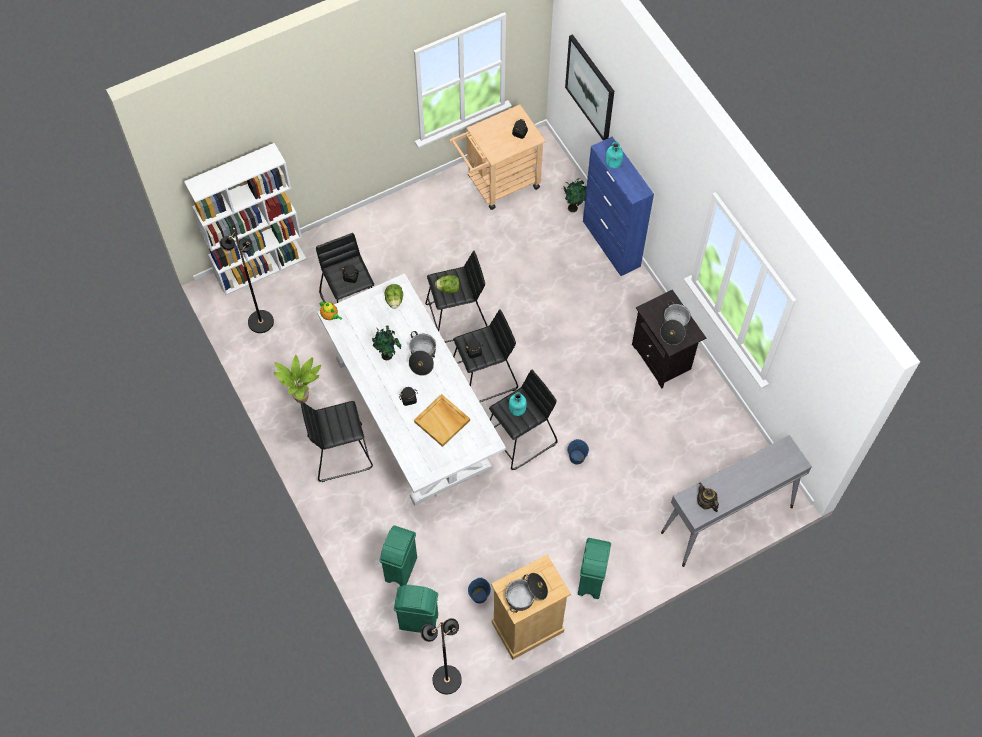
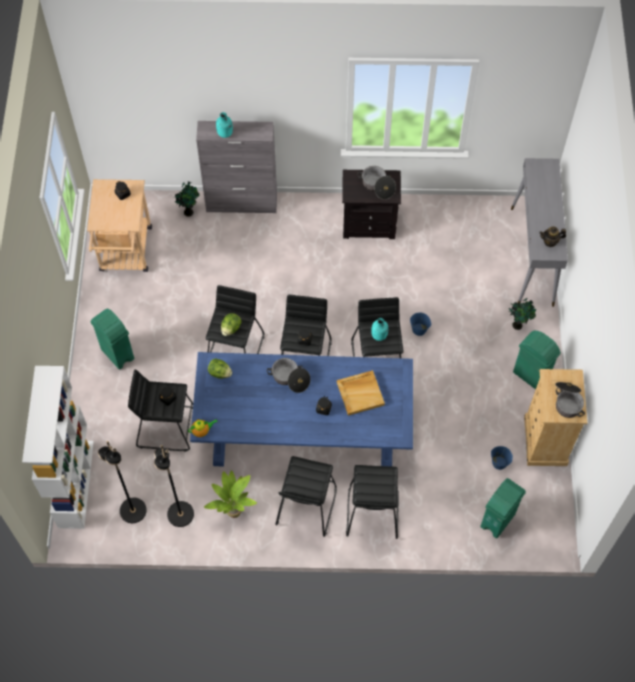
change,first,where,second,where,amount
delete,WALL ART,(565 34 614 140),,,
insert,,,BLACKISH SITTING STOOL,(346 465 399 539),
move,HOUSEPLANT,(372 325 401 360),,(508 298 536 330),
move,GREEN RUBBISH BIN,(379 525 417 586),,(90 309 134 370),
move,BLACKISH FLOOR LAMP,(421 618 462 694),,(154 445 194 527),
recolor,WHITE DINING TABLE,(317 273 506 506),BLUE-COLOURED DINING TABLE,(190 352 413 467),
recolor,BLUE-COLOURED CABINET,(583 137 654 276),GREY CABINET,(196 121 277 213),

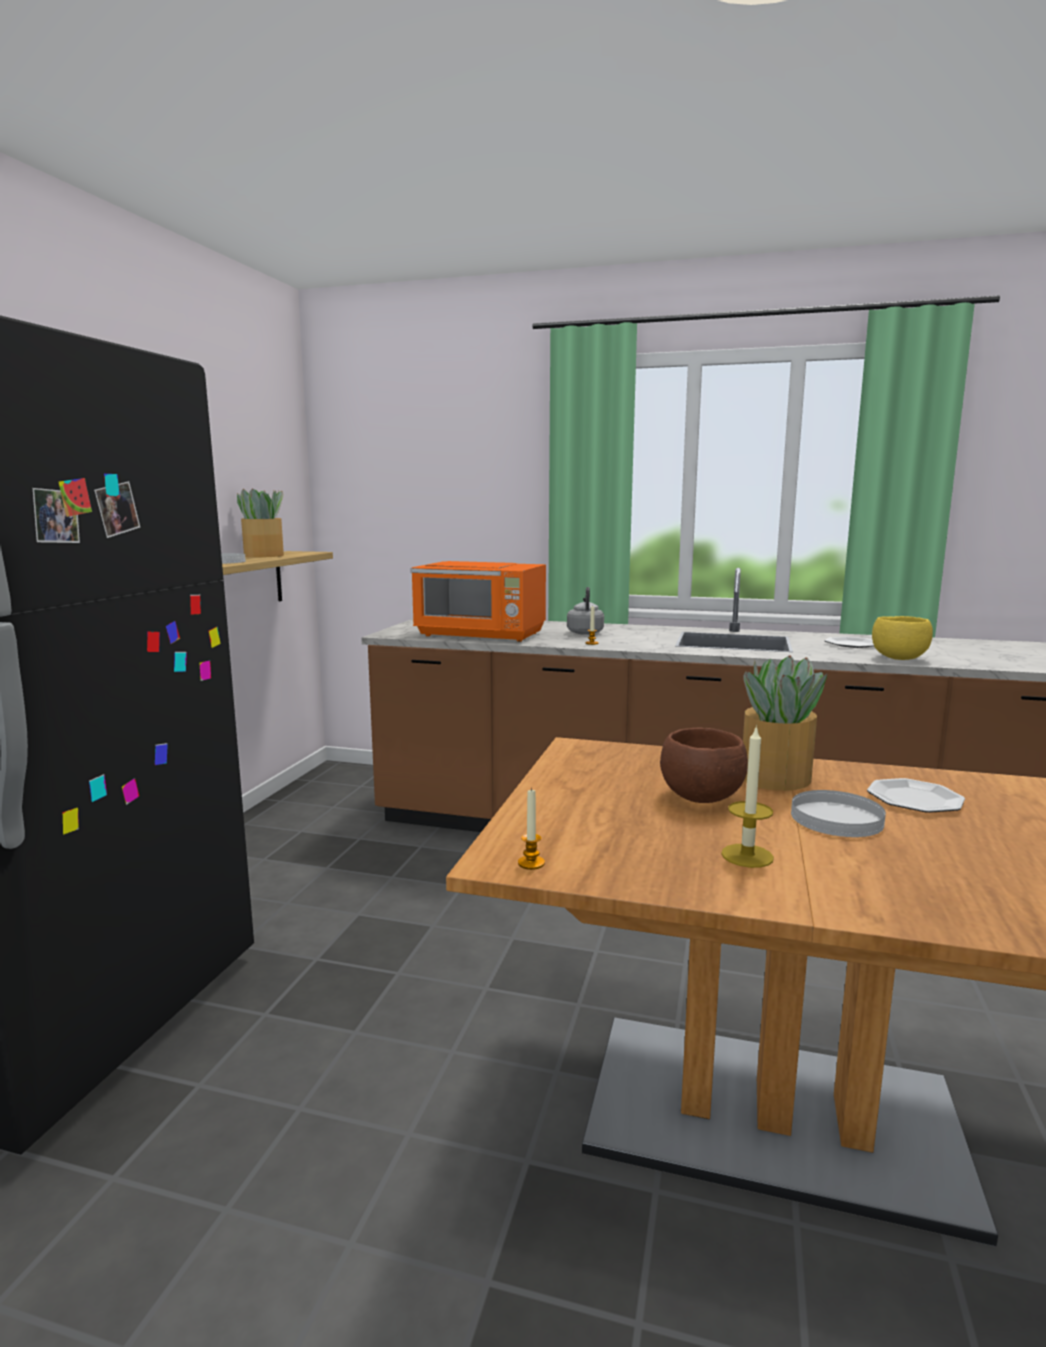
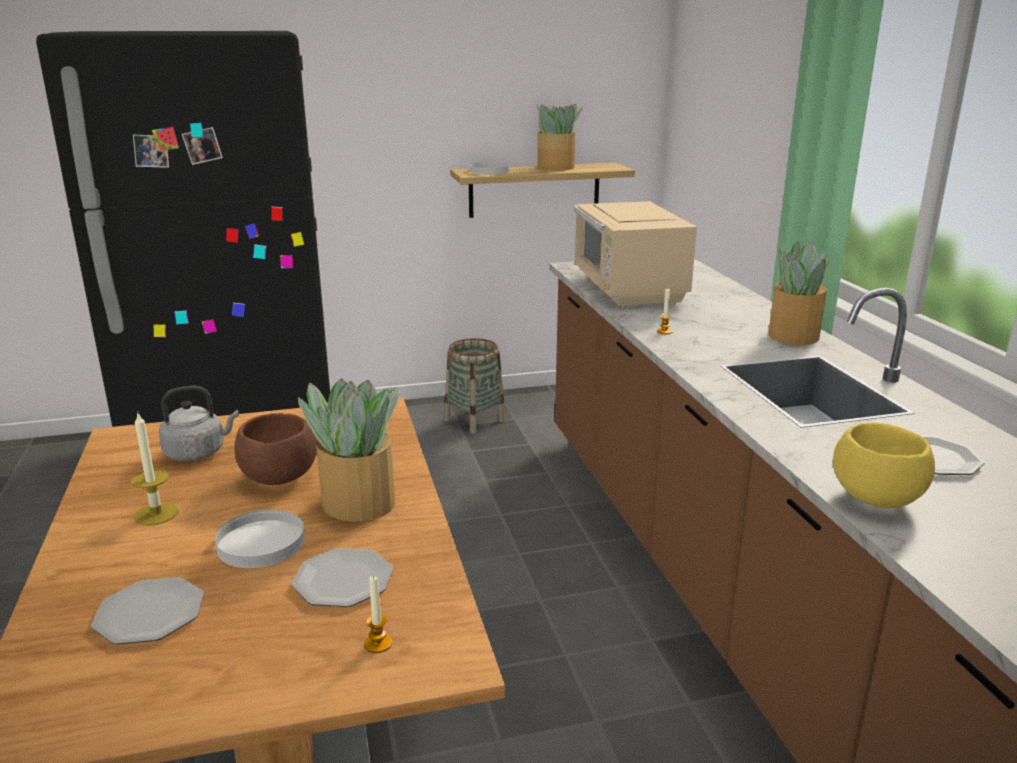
change,first,where,second,where,amount
insert,,,FLAT DISH,(91 577 204 644),
insert,,,STORAGE BASKET,(444 338 505 434),
insert,,,HOUSEPLANT,(768 241 834 345),
move,CANDLE,(518 788 545 870),,(364 575 392 653),
move,GREY KETTLE,(567 587 604 635),,(159 386 239 461),
recolor,ORANGE-COLOURED MICROWAVE OVEN,(411 561 546 642),BEIGE-COLOURED MICROWAVE OVEN,(574 201 697 308),

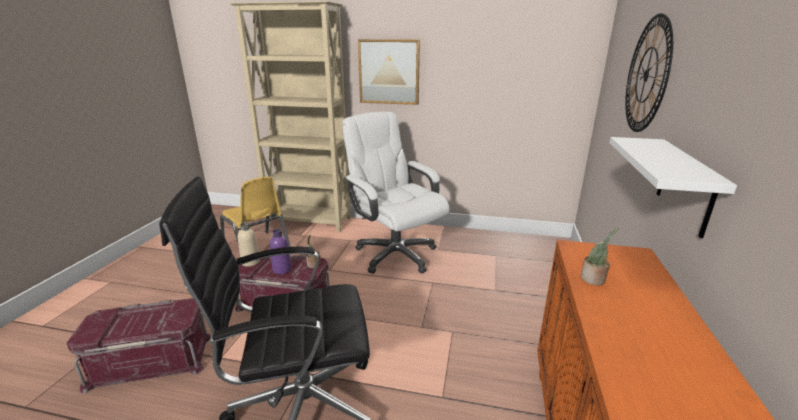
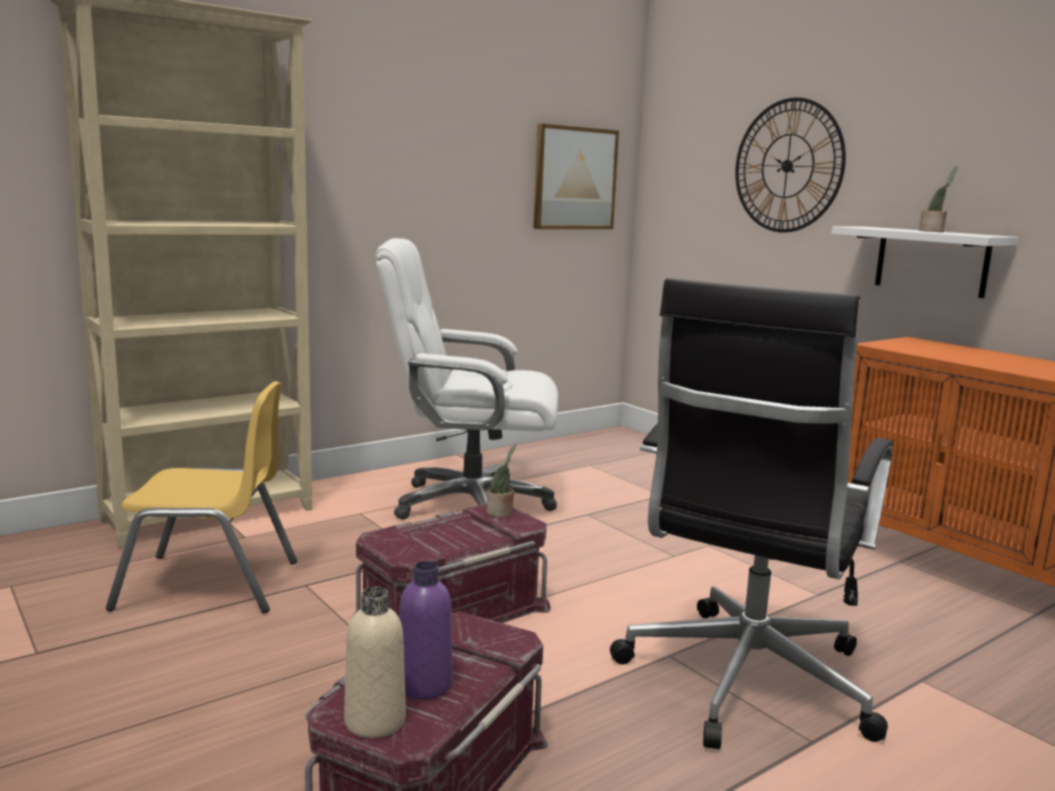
change,first,where,second,where,amount
move,BEIGE-COLOURED DRINK BOTTLE,(238 222 260 267),,(344 587 406 738),
move,PURPLISH DRINK BOTTLE,(270 229 292 274),,(399 561 453 699),
move,WALL ART,(358 39 420 105),,(533 123 619 229),
move,HOUSEPLANT,(581 227 619 285),,(919 166 958 232),

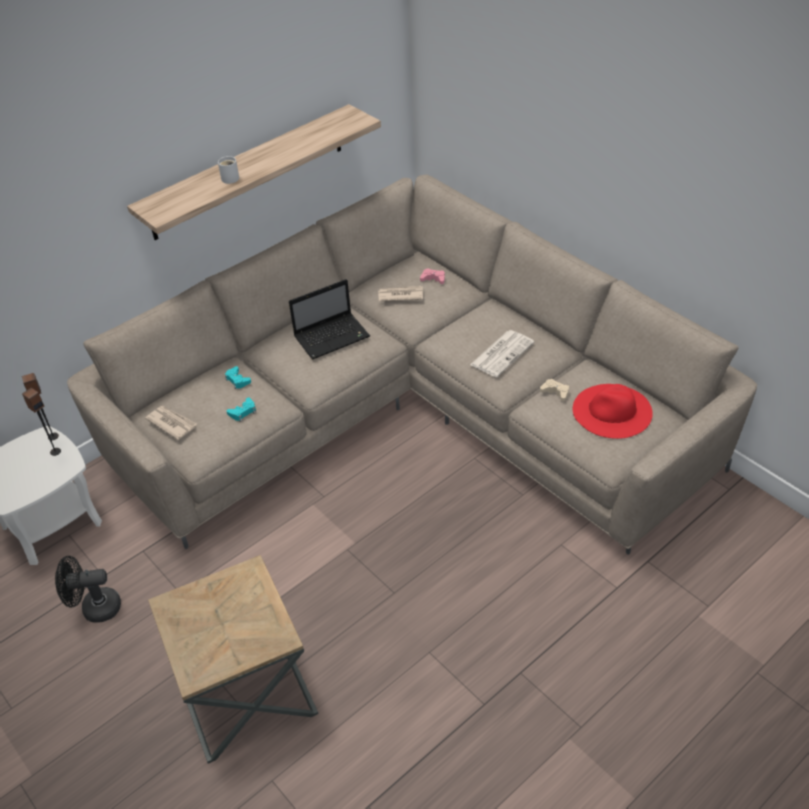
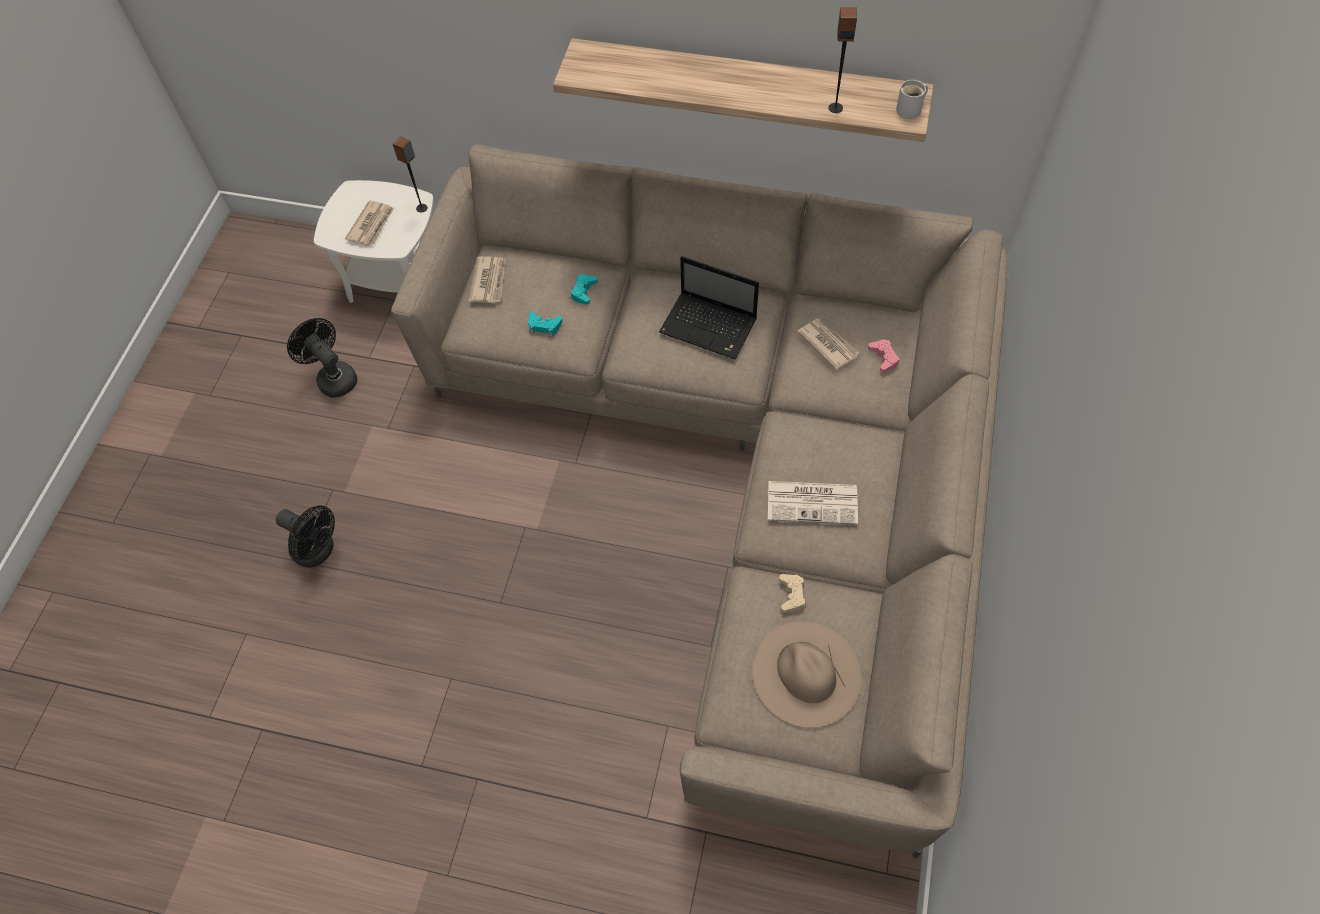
change,first,where,second,where,amount
insert,,,NEWSPAPER,(345 200 394 246),
move,AUDIO SPEAKER,(22 388 61 456),,(828 7 857 113),
move,WHITE COFFEE MUG,(218 156 239 184),,(896 80 928 119),
replace,BROWN-COLOURED ACCENT TABLE,(148 555 318 764),BLACKISH ELECTRIC FAN,(276 505 335 568),
recolor,REDDISH HAT,(573 384 653 439),BEIGE-COLOURED HAT,(752 622 861 728),

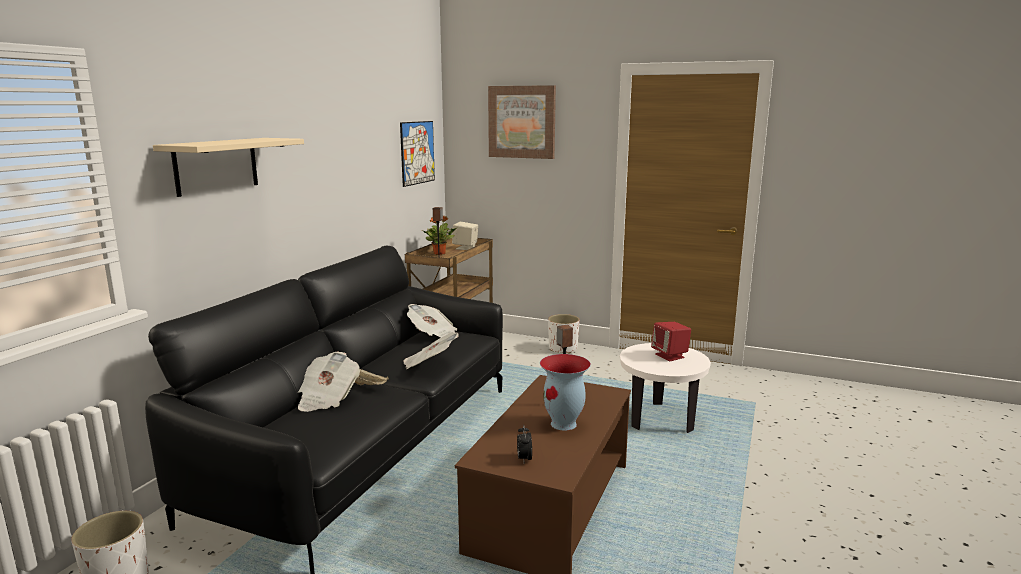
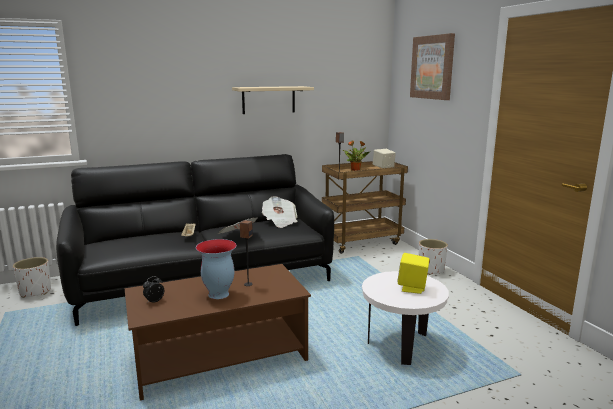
change,first,where,second,where,amount
delete,NEWSPAPER,(298 352 360 412),,,
delete,WALL ART,(400 121 435 187),,,
move,BEIGE-COLOURED WALL SHELF,(153 138 304 197),,(232 86 314 114),
recolor,REDDISH AUDIO SPEAKER,(651 322 691 361),YELLOW-COLOURED AUDIO SPEAKER,(397 253 430 294),

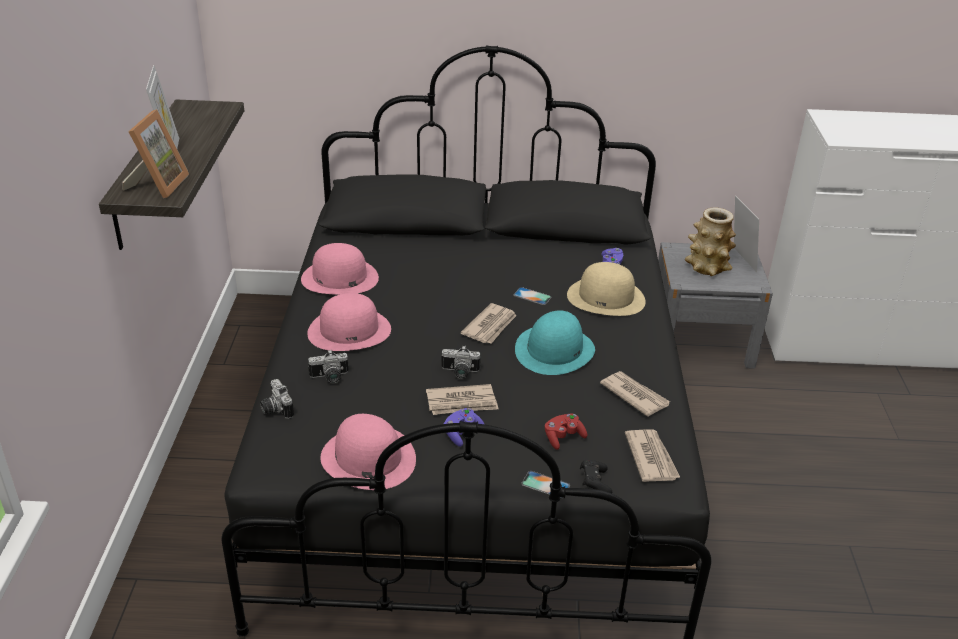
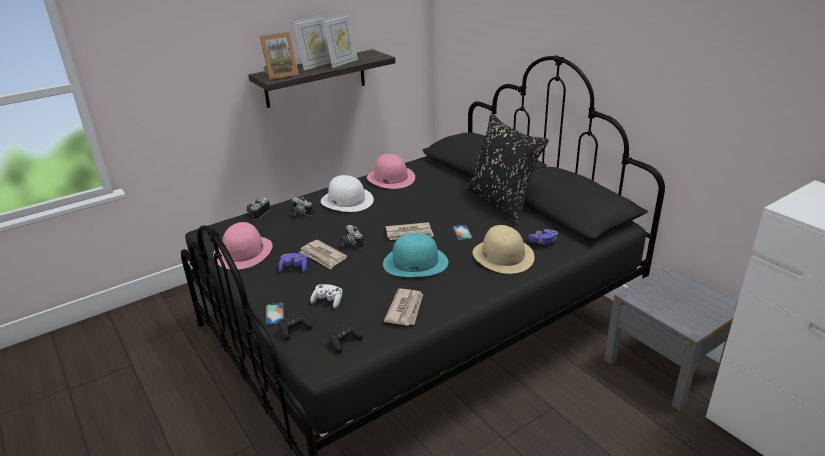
change,first,where,second,where,amount
delete,FLOWER VASE,(685 207 736 276),,,
insert,,,BLACKISH CUSHION,(466 113 549 225),
move,PHOTO FRAME,(734 196 759 272),,(322 12 358 68),
replace,NEWSPAPER,(625 430 681 482),BLACKISH GAMEPAD,(329 323 363 353),
recolor,PINKISH HAT,(307 293 391 351),WHITE HAT,(321 175 374 212),
recolor,REDDISH GAMEPAD,(545 413 587 450),WHITE GAMEPAD,(310 284 343 309),

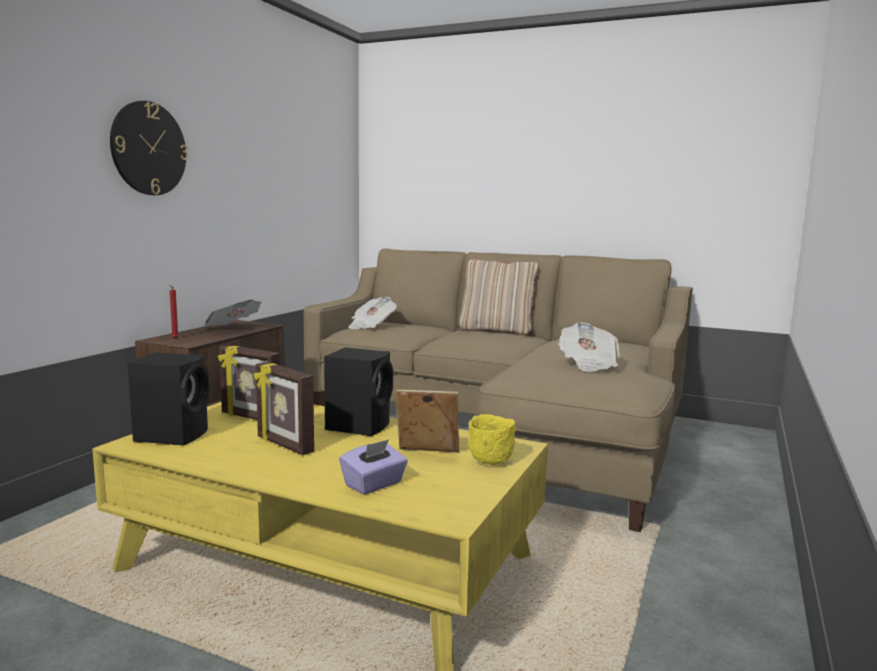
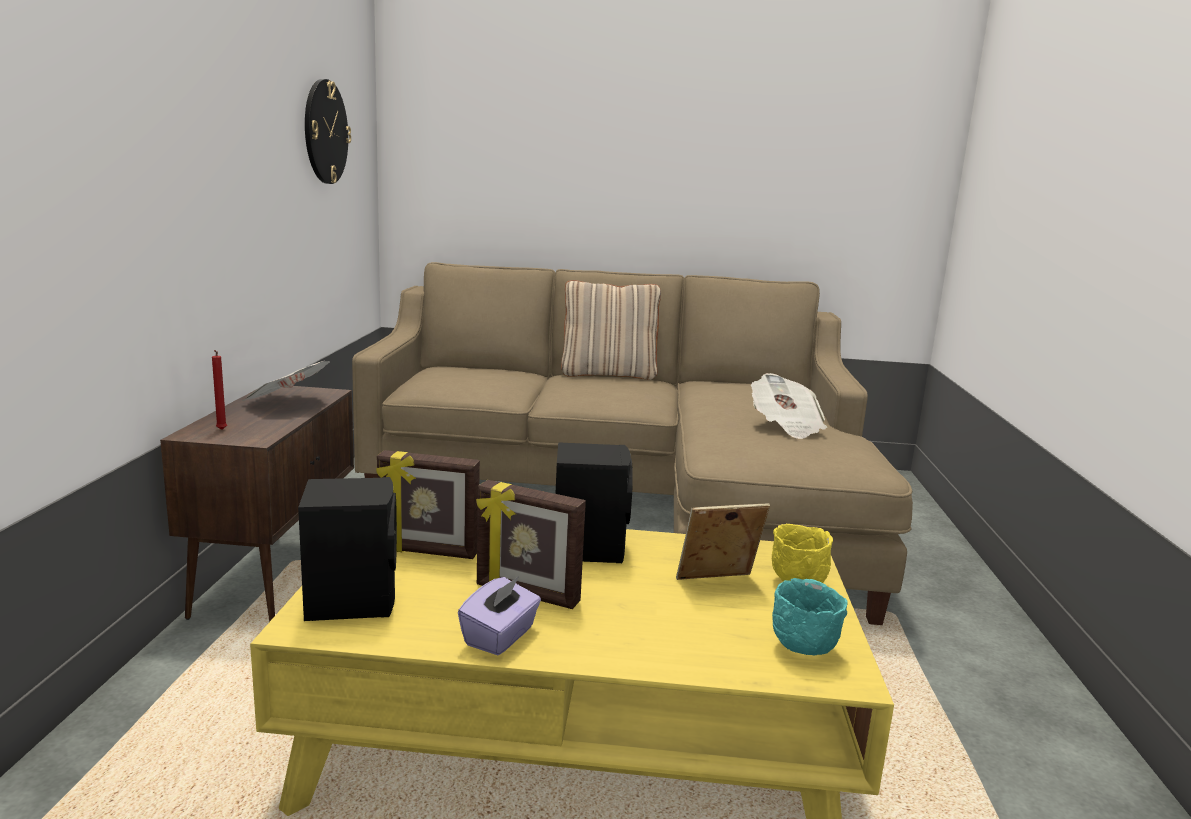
change,first,where,second,where,amount
delete,NEWSPAPER,(348 297 397 329),,,
insert,,,TURQUOISE SERVING BOWL,(772 578 848 656),
move,CLOCK ON THE WALL,(110 101 188 195),,(305 79 351 184),
move,PURPLISH BOX OF TISSUES,(339 439 408 495),,(458 576 541 655),

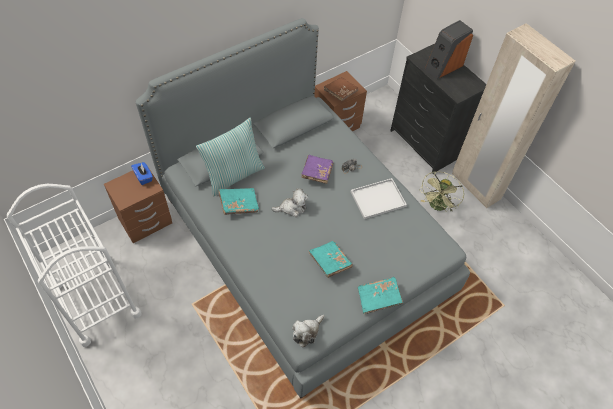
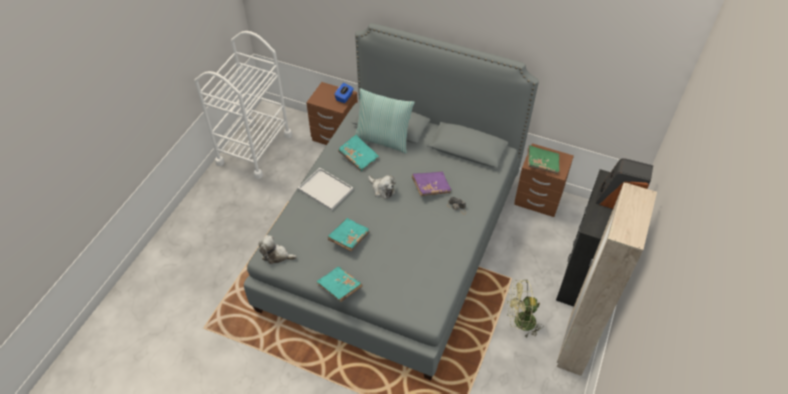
change,first,where,second,where,amount
move,WHITE TRAY,(351 178 407 219),,(298 168 353 211),
recolor,BROWN-COLOURED BOUND BOOK,(324 77 358 101),GREEN BOUND BOOK,(528 145 560 174),

